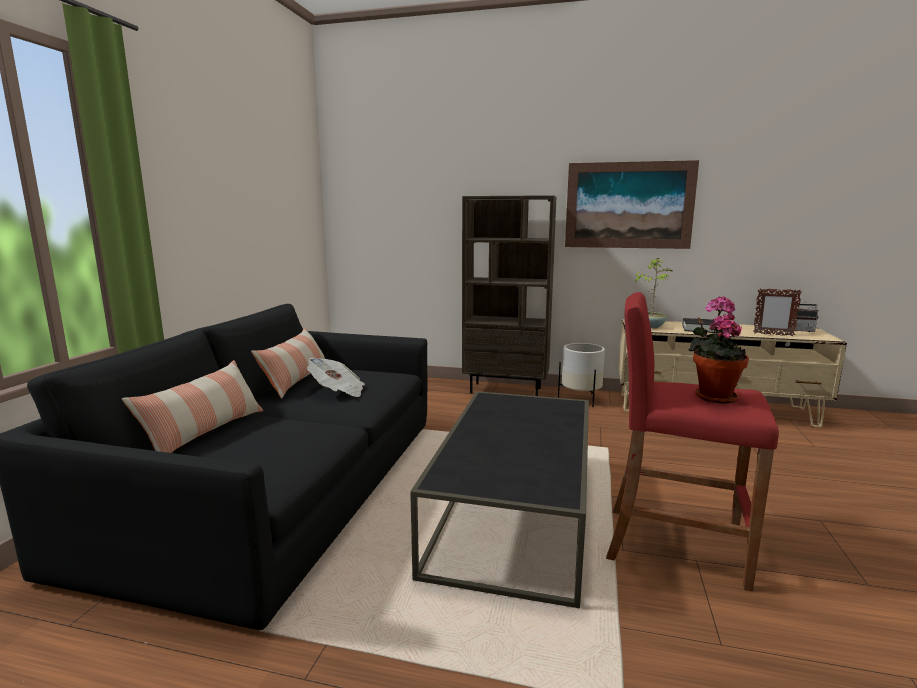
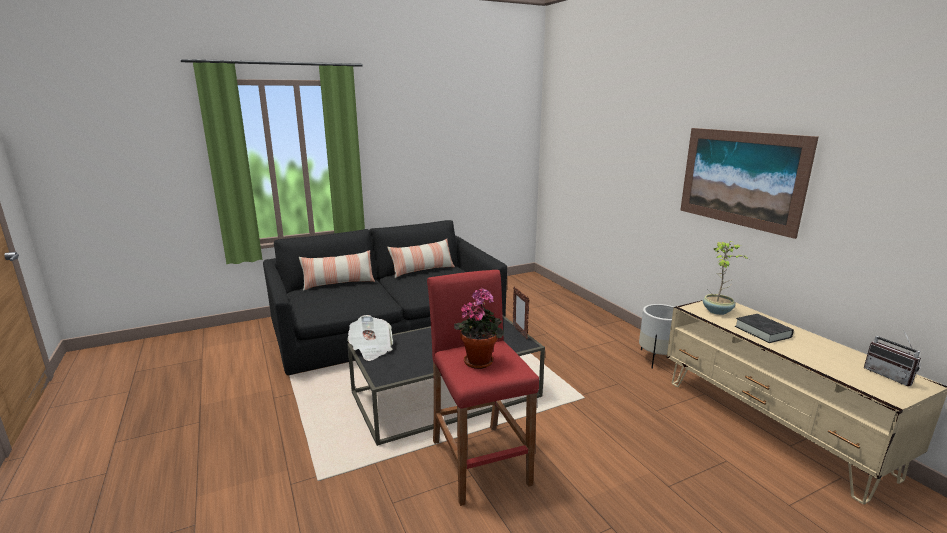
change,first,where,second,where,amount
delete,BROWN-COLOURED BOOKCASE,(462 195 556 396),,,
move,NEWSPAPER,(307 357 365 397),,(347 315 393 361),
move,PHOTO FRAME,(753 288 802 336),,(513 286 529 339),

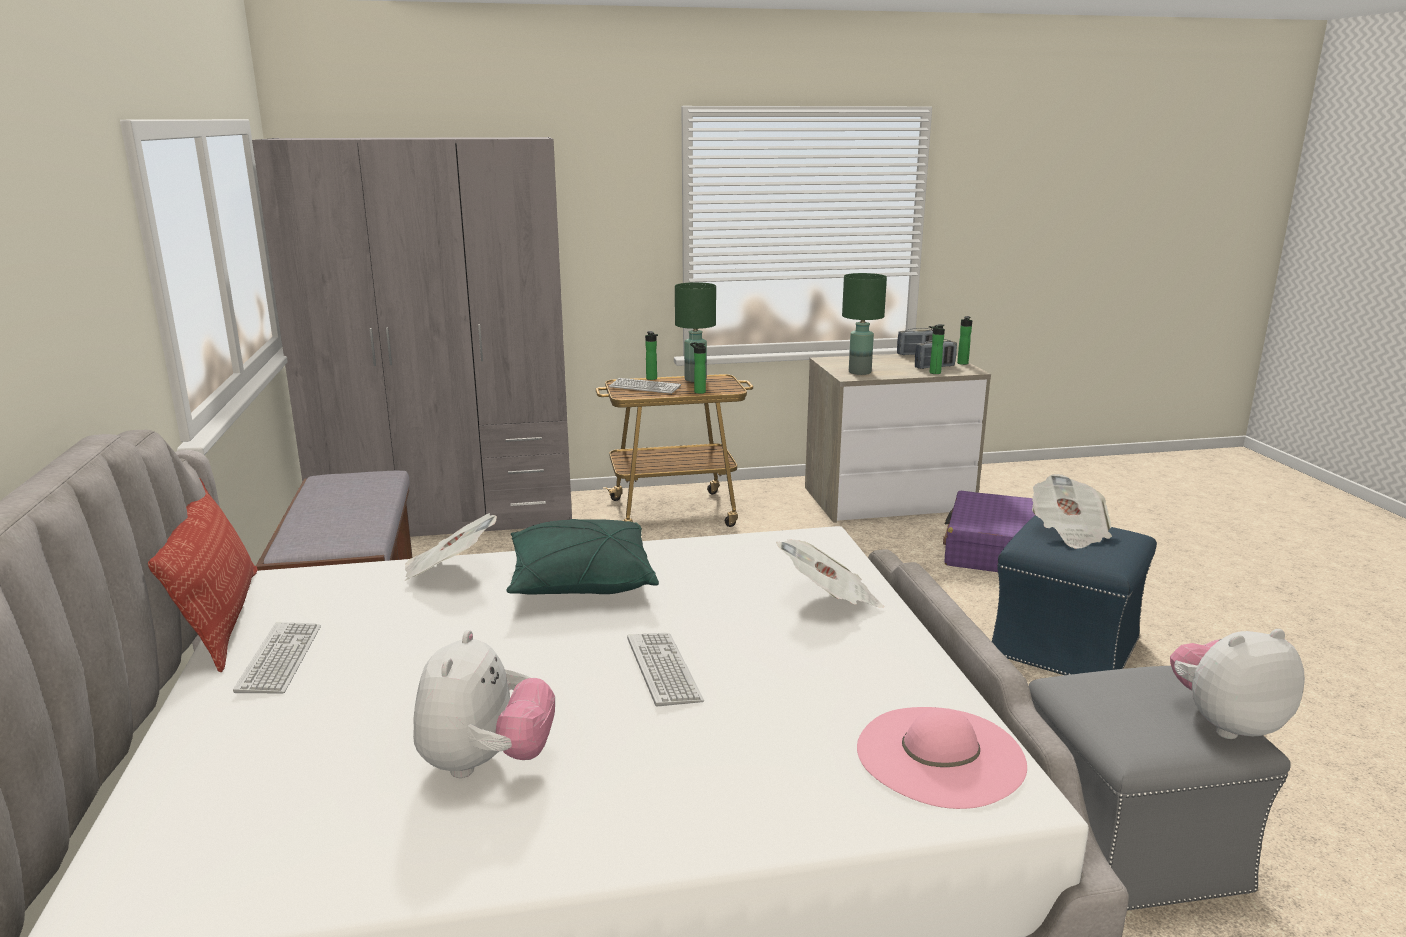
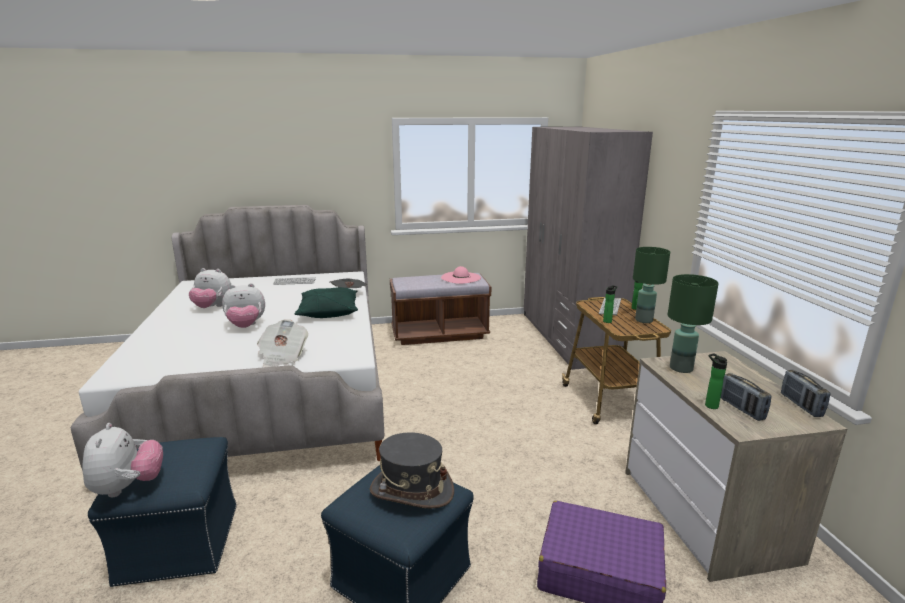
change,first,where,second,where,amount
delete,CUSHION,(148 478 258 672),,,
delete,DRINK BOTTLE,(957 316 972 365),,,
move,PINKISH HAT,(857 707 1027 809),,(441 266 481 284),
replace,KEYBOARD,(627 633 704 706),PLUSH TOY,(222 283 265 328),
replace,NEWSPAPER,(1032 474 1112 549),GREY HAT,(370 432 454 509),
recolor,GREY OTTOMAN,(1029 666 1291 911),BLUE-COLOURED OTTOMAN,(88 437 237 587),

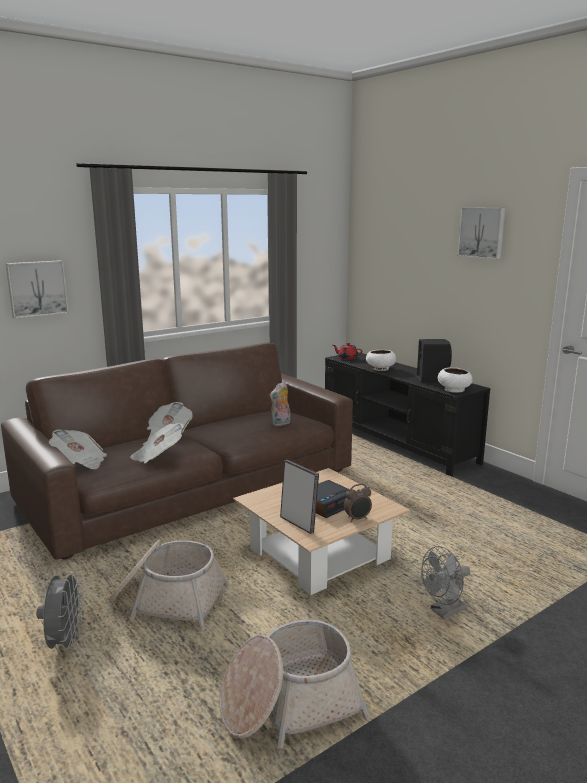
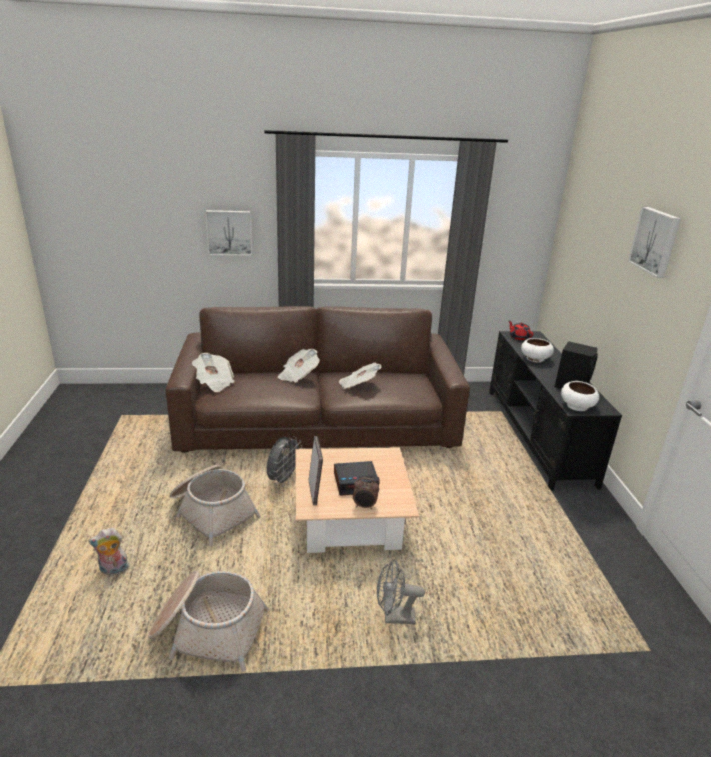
change,first,where,second,where,amount
move,GREY ELECTRIC FAN,(36 570 84 652),,(267 436 303 487),
move,NEWSPAPER,(130 423 184 463),,(339 362 382 389),
move,PLUSH TOY,(270 382 291 426),,(88 528 129 575),

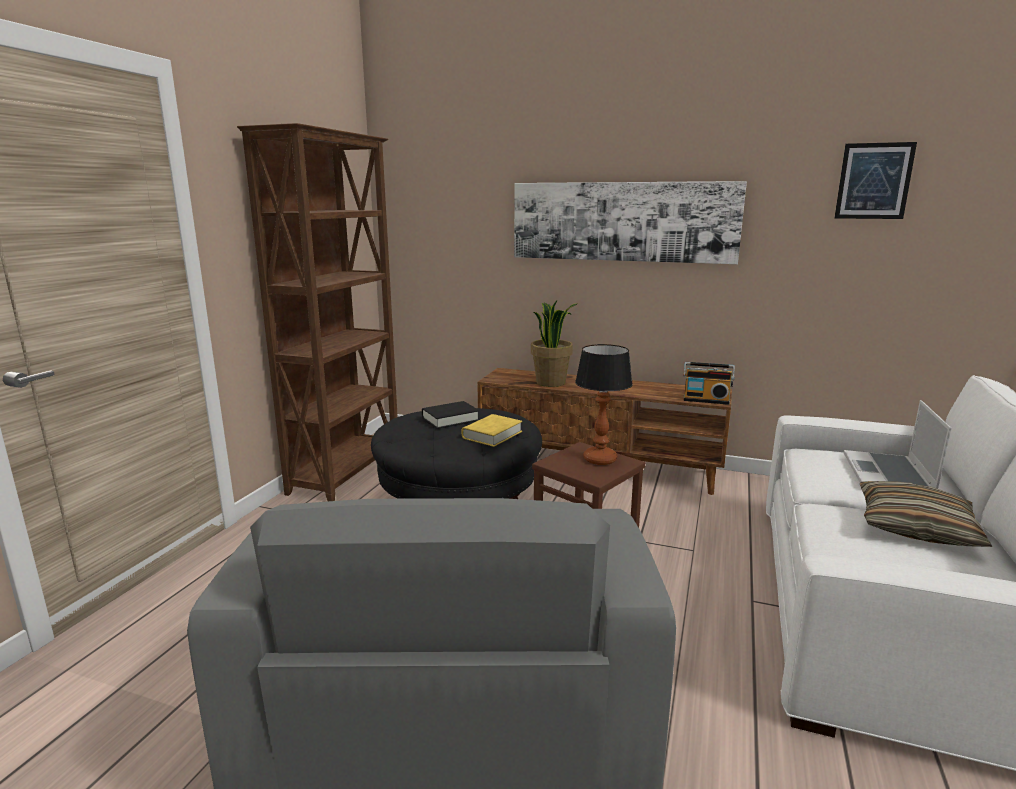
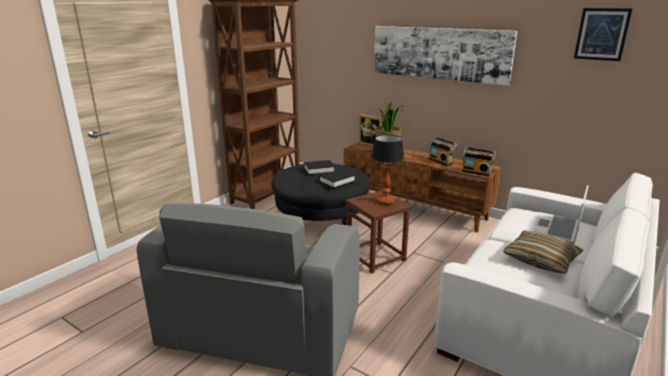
change,first,where,second,where,amount
insert,,,PHOTO FRAME,(359 114 382 146),
insert,,,RADIO SET,(428 137 457 166),
recolor,YELLOW-COLOURED BOUND BOOK,(462 414 522 447),BLACKISH BOUND BOOK,(319 169 355 188),

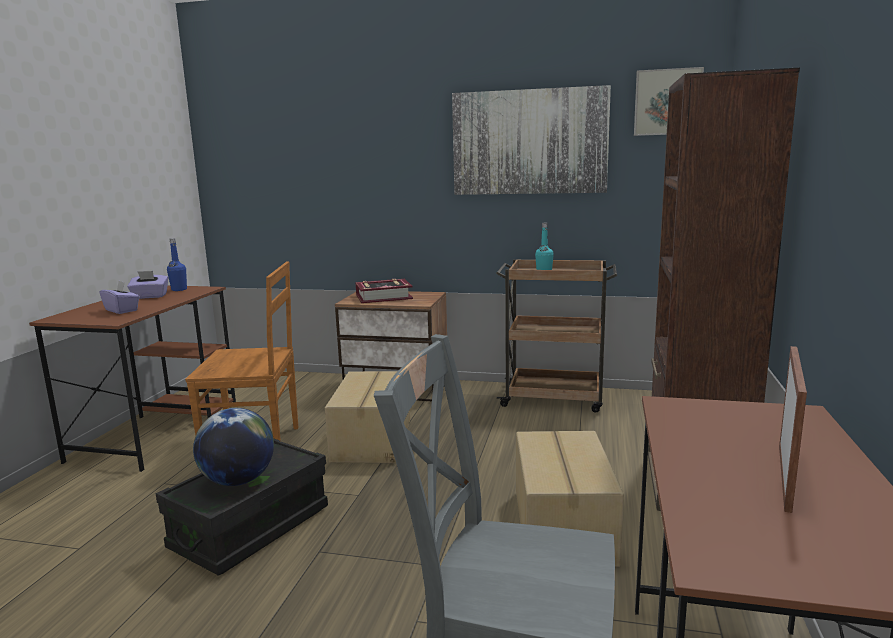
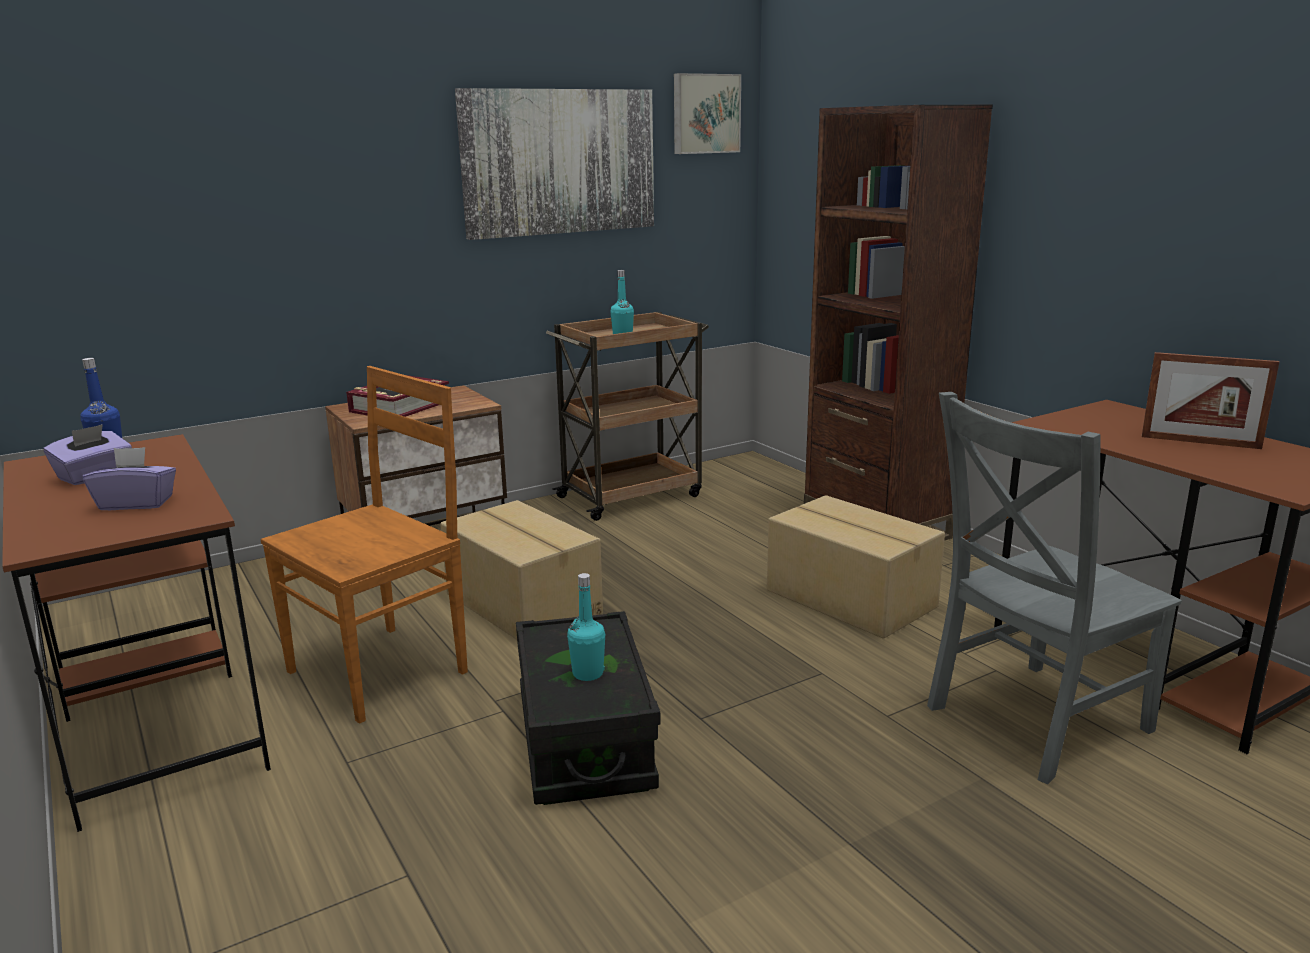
change,first,where,second,where,amount
replace,WORLD GLOBE,(193 408 274 486),TURQUOISE DRINK BOTTLE,(567 573 605 681),
rotate,PHOTO FRAME,(779 346 807 513),,(1142 352 1279 449),135 degrees clockwise

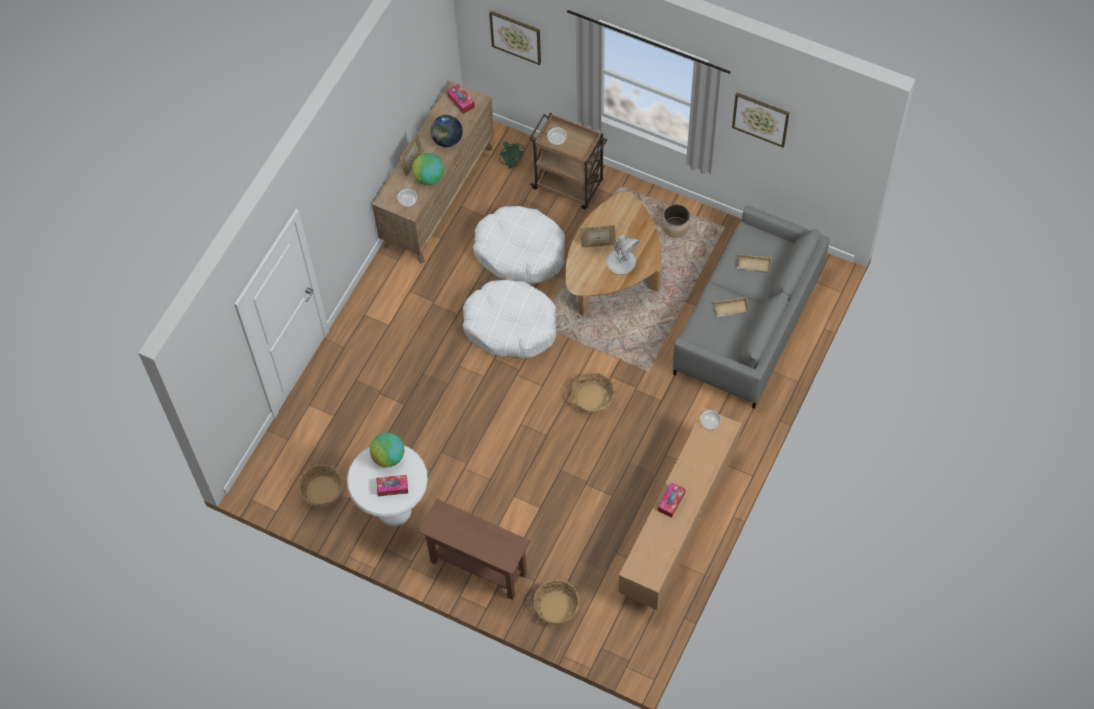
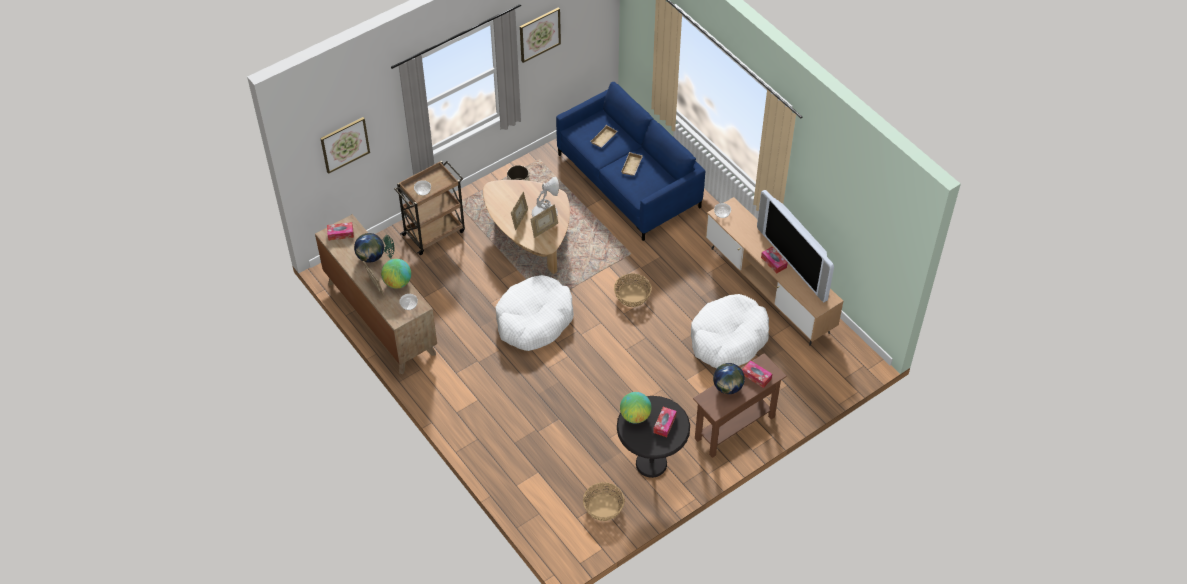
change,first,where,second,where,amount
delete,STORAGE BASKET,(533 579 580 624),,,
insert,,,PHOTO FRAME,(530 204 558 238),
insert,,,WORLD GLOBE,(713 363 745 394),
insert,,,BOX OF TISSUES,(742 360 772 388),
insert,,,TELEVISION,(757 190 834 302),
move,WHITE PET BED,(473 206 565 283),,(691 294 769 368),
recolor,WHITE ACCENT TABLE,(347 445 428 526),BLACKISH ACCENT TABLE,(617 396 690 478),
recolor,GREY SOFA,(673 205 830 409),BLUE-COLOURED SOFA,(556 82 706 241),

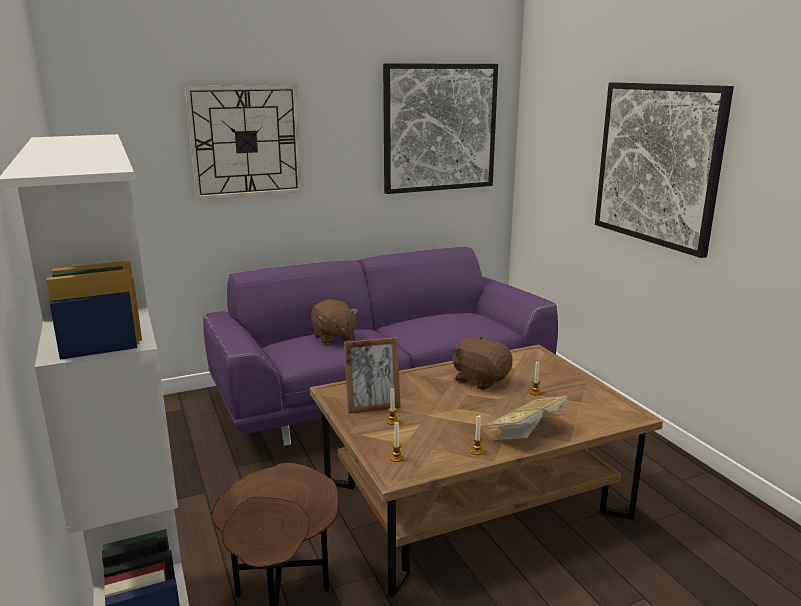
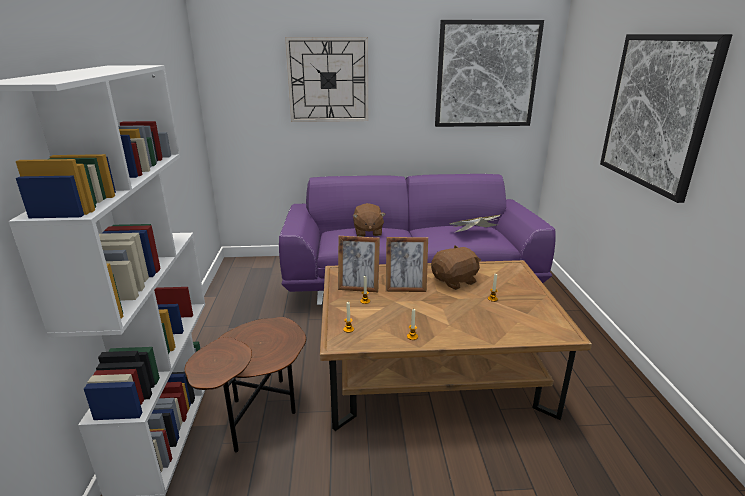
change,first,where,second,where,amount
insert,,,PHOTO FRAME,(386 237 428 292),
move,BOUND BOOK,(484 396 569 440),,(449 215 500 232),
rotate,BROWN-COLOURED PLUSH TOY,(453 336 513 390),,(431 245 481 290),90 degrees clockwise

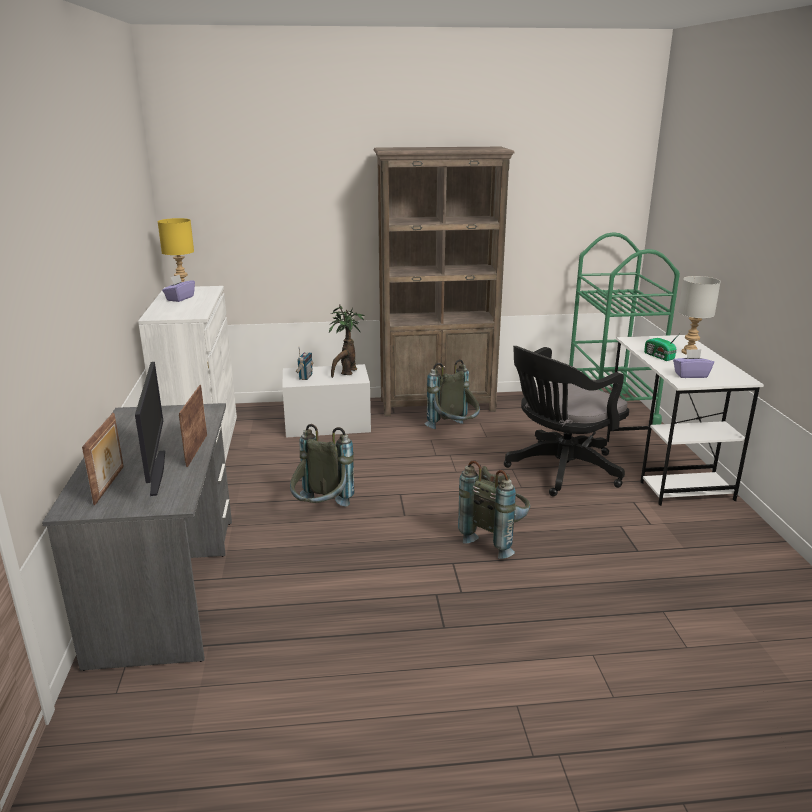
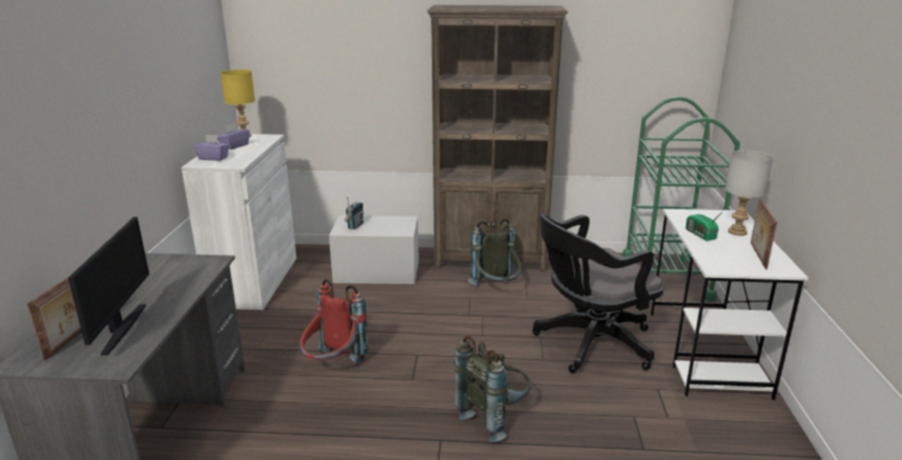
change,first,where,second,where,amount
delete,HOUSEPLANT,(329 304 365 378),,,
move,PHOTO FRAME,(179 385 207 467),,(751 200 777 269),
move,PURPLISH BOX OF TISSUES,(673 349 714 378),,(193 135 229 161),
recolor,GREY KNAPSACK,(290 424 354 507),REDDISH KNAPSACK,(299 279 368 363),

